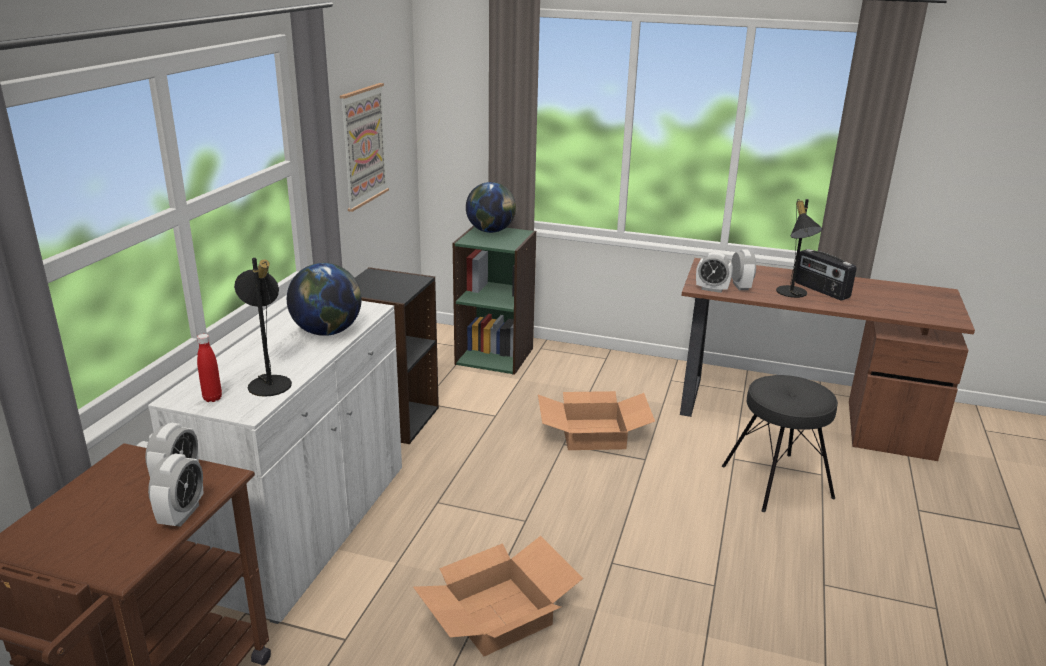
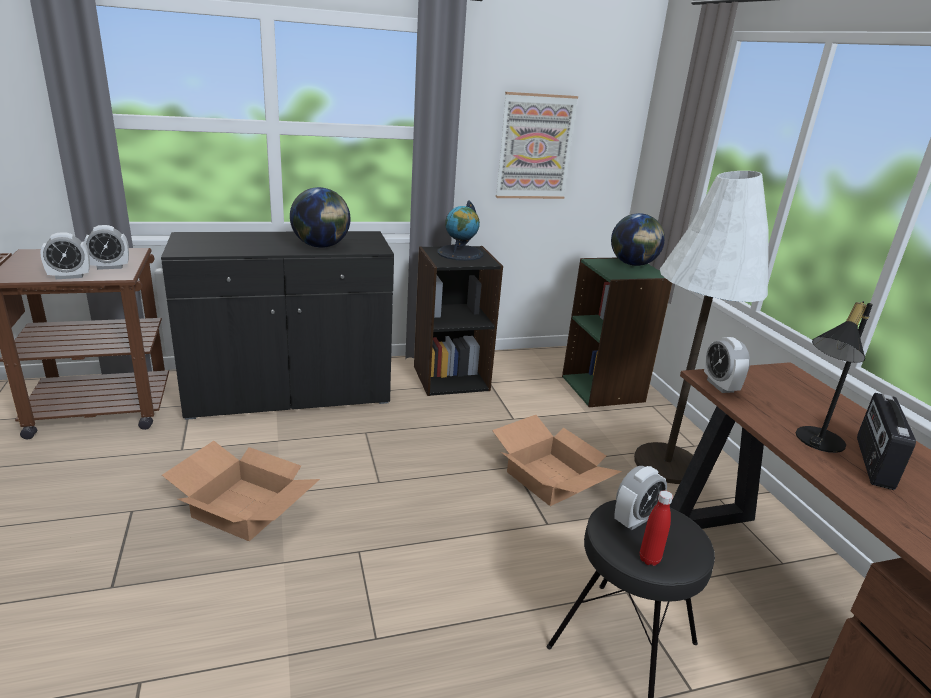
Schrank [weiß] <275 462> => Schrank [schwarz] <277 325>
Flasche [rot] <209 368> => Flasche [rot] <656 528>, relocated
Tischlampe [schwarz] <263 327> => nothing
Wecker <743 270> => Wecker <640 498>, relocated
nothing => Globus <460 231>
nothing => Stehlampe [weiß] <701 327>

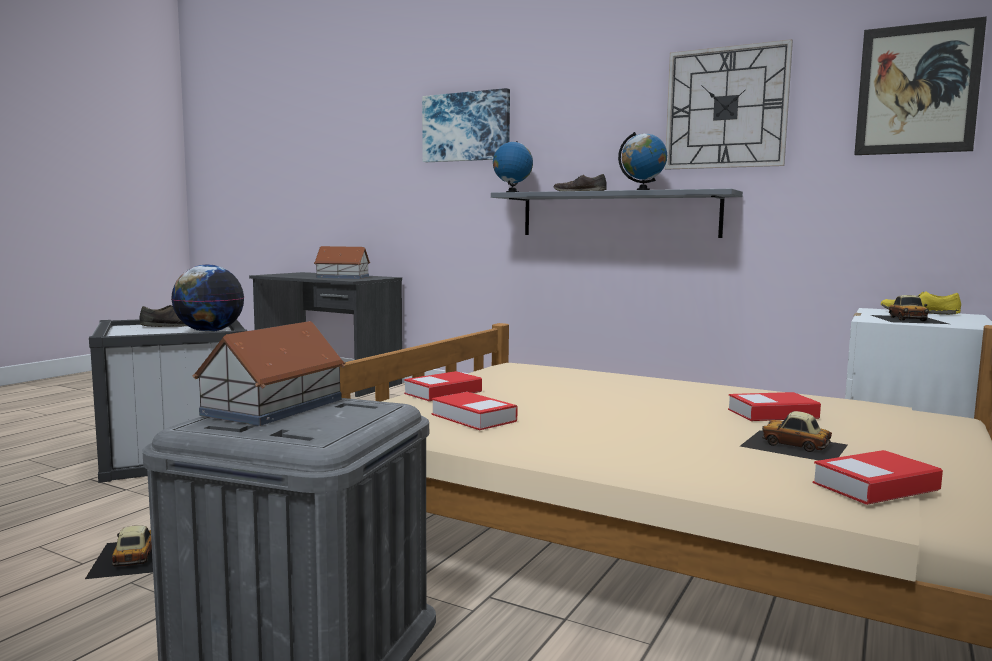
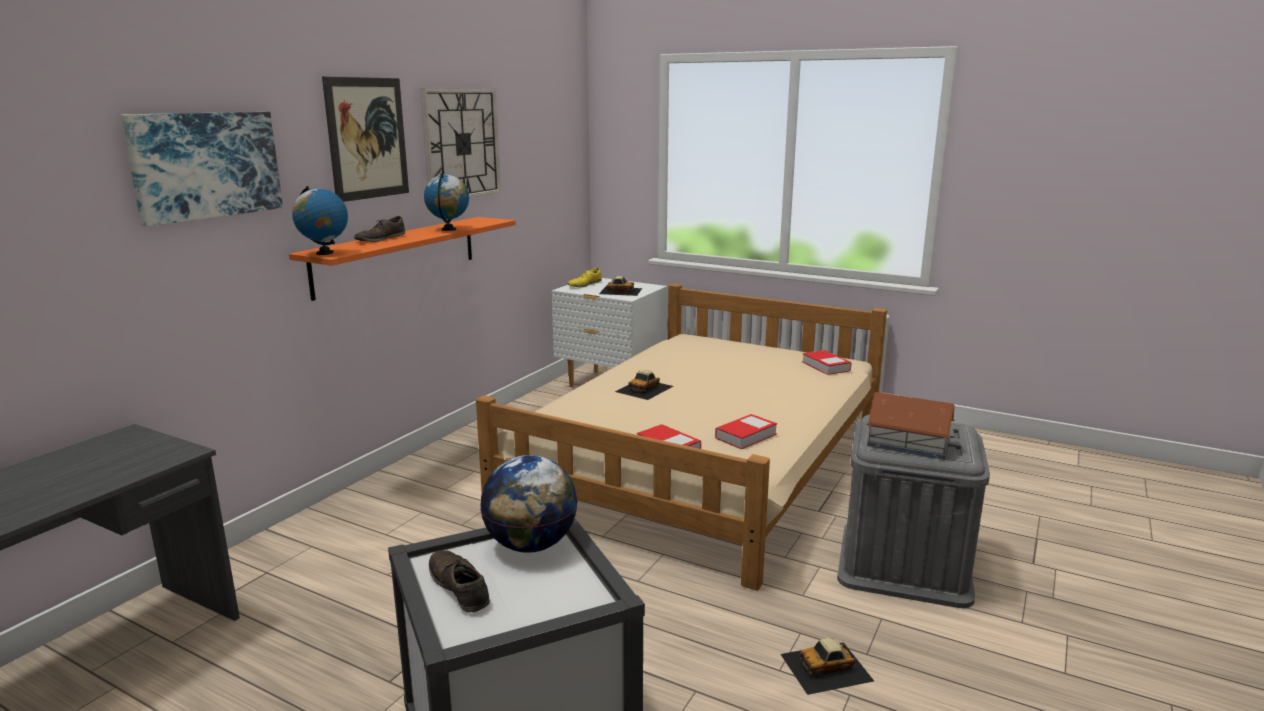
Spielzeughaus <342 262> => nothing
Wandregal [grau] <617 213> => Wandregal [orange] <402 259>
Buch <774 406> => nothing
Spielzeugauto <794 436> => Spielzeugauto <644 385>, relocated
Bild <920 85> => Bild <365 139>, relocated

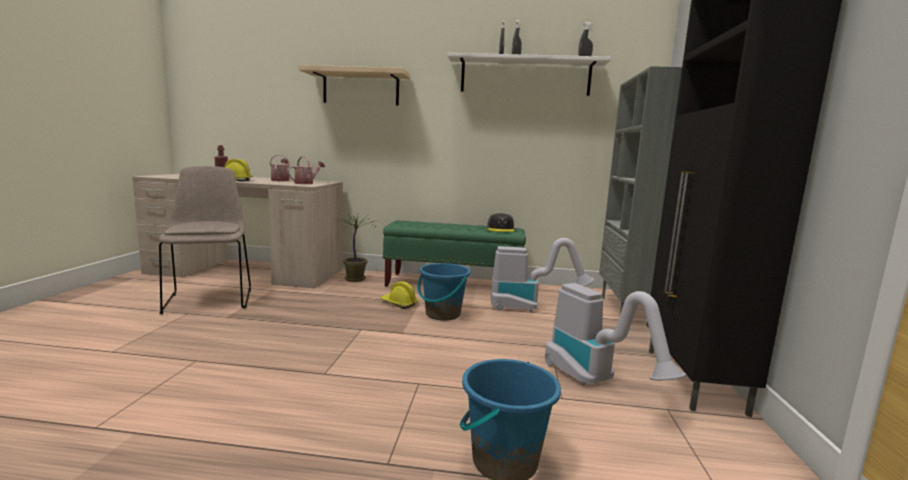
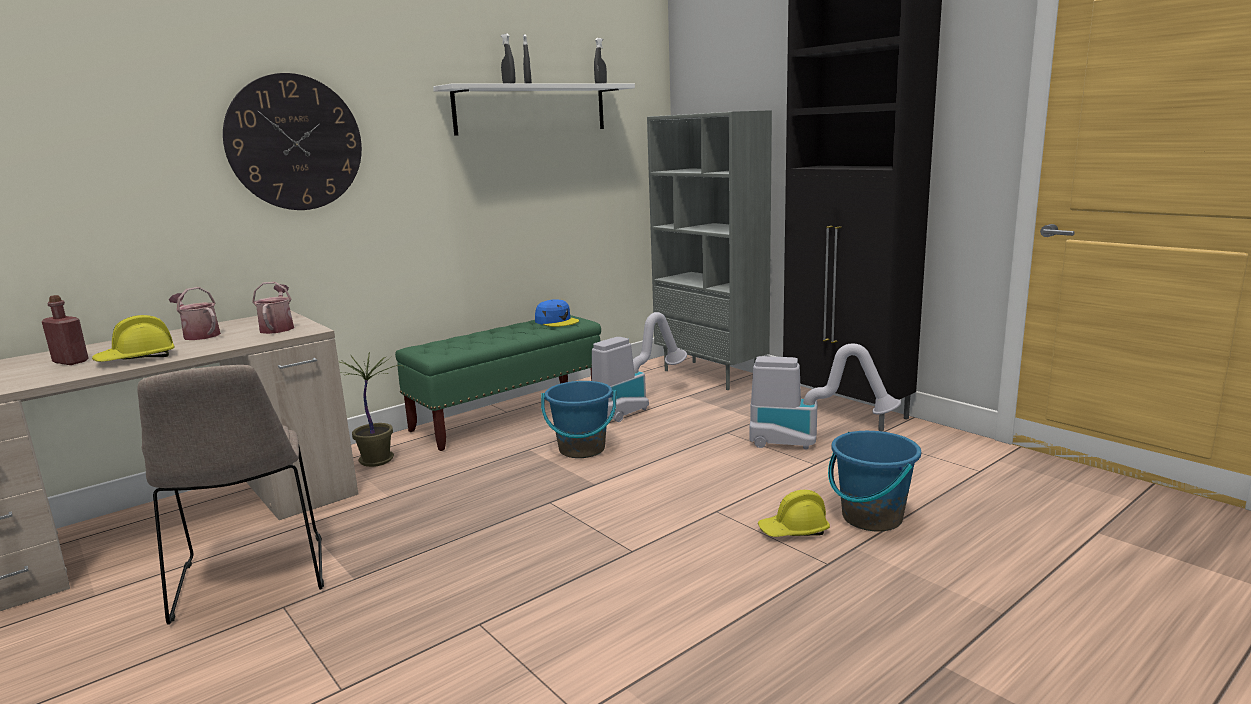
Stuhl [beige] <205 240> => Stuhl [beige] <230 495>, 135 degrees counterclockwise
Wandregal [beige] <354 85> => Wanduhr <292 141>
Schutzhelm [gelb] <399 295> => Schutzhelm [gelb] <794 513>, relocated
Kappe [grau] <501 222> => Kappe [blau] <557 313>

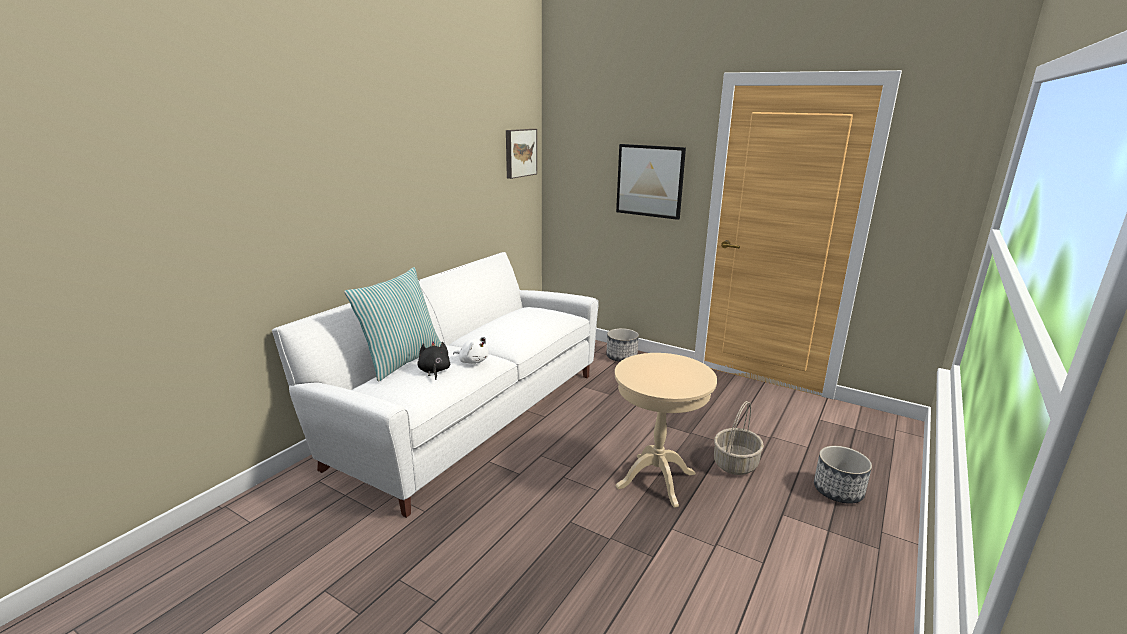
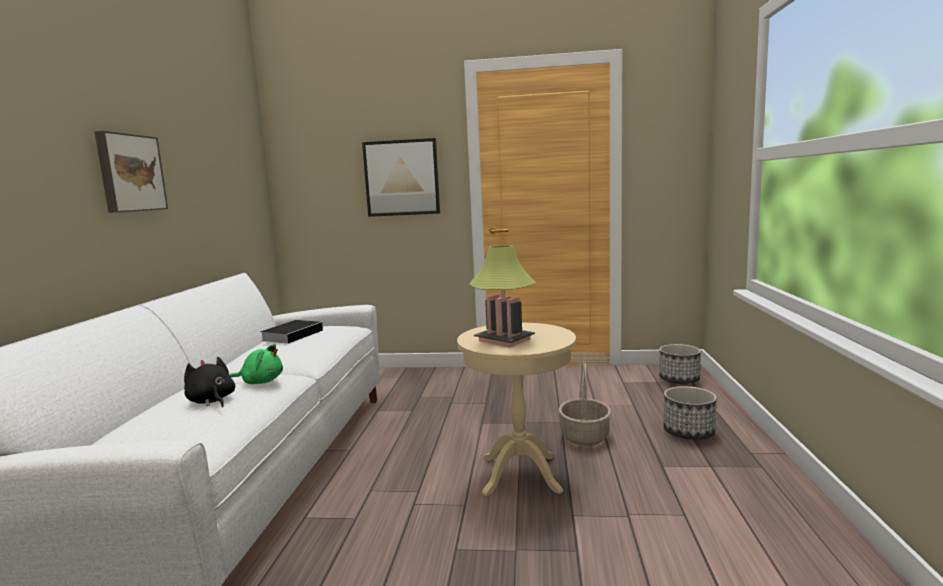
Kissen <392 324> => nothing
Plüschtier [weiß] <471 350> => Plüschtier [grün] <256 364>
Bild <521 154> => Bild <131 172>, relocated
Pflanzkübel <622 345> => Pflanzkübel <680 364>, relocated
nothing => Buch <291 332>
nothing => Tischlampe <502 296>

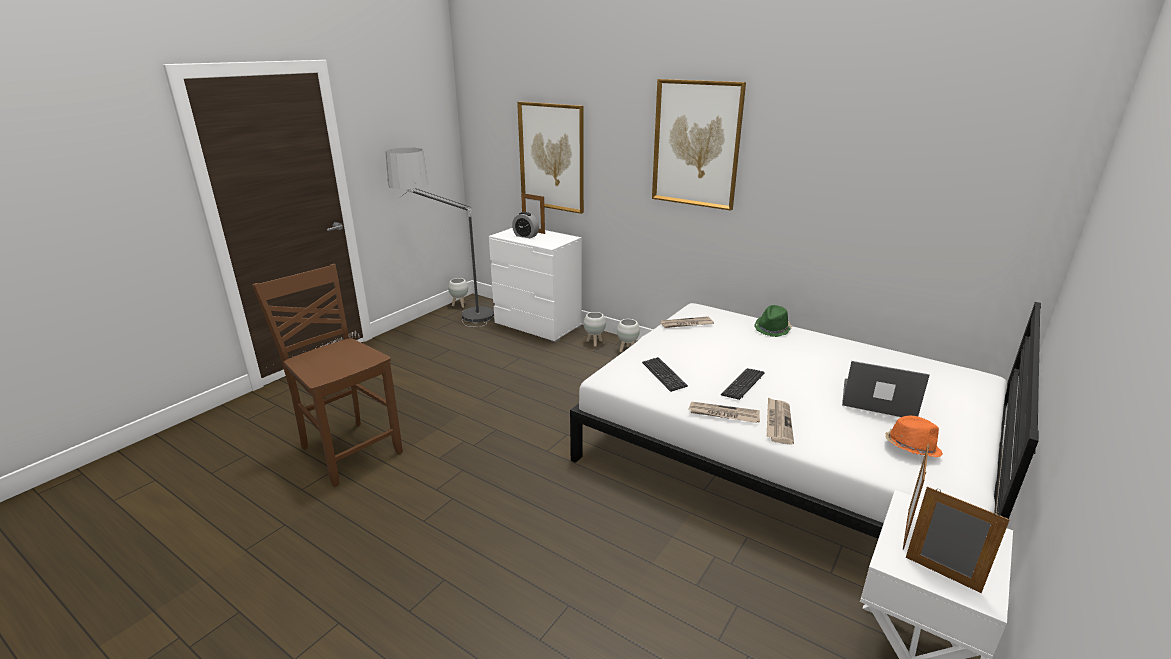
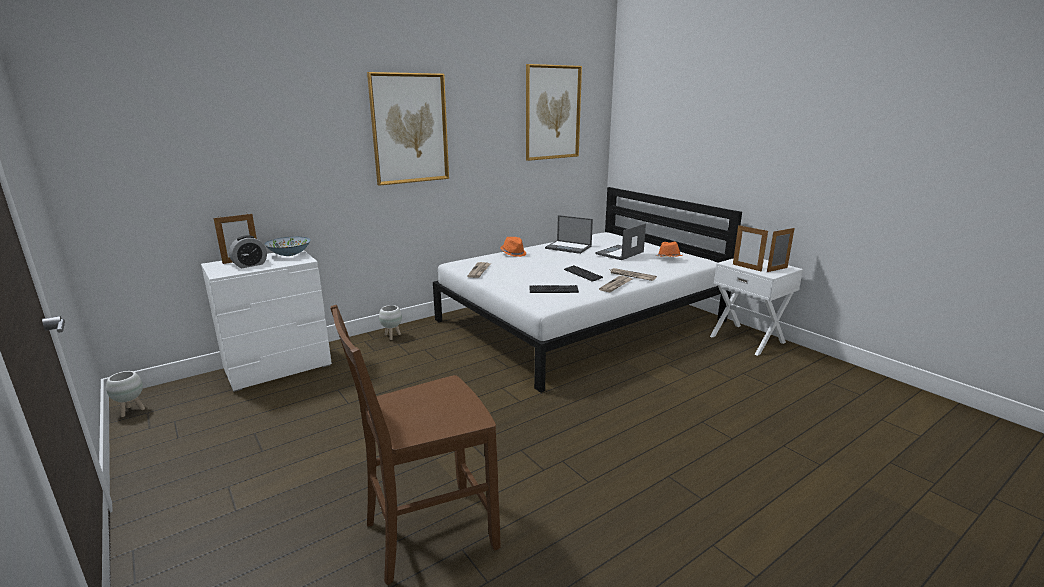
Stehlampe <439 237> => nothing
Bild <550 157> => Bild <554 112>, relocated
Pflanzkübel [weiß] <595 329> => nothing
Hut [grün] <773 321> => Hut [orange] <513 247>
nothing => Schüssel <287 246>
nothing => Laptop <569 234>

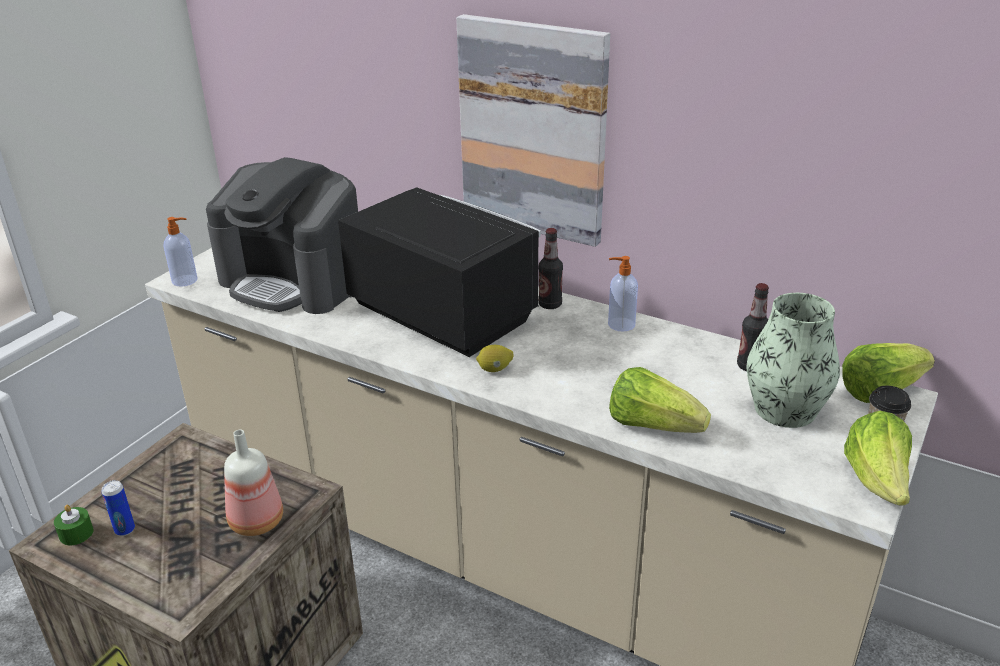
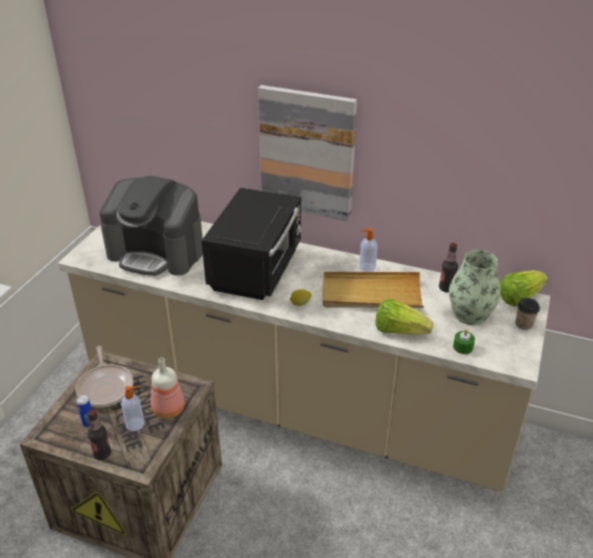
Kerze [grün] <74 525> => Kerze [grün] <464 341>, relocated
Seifenspender <181 252> => Seifenspender <133 408>, relocated
Mikrowelle [schwarz] <439 272> => Mikrowelle [schwarz] <252 244>, 75 degrees clockwise
Flasche <550 268> => Flasche <99 435>, relocated
Salatkopf <878 458> => nothing
nothing => Pfanne <104 377>
nothing => Tablett [beige] <373 290>

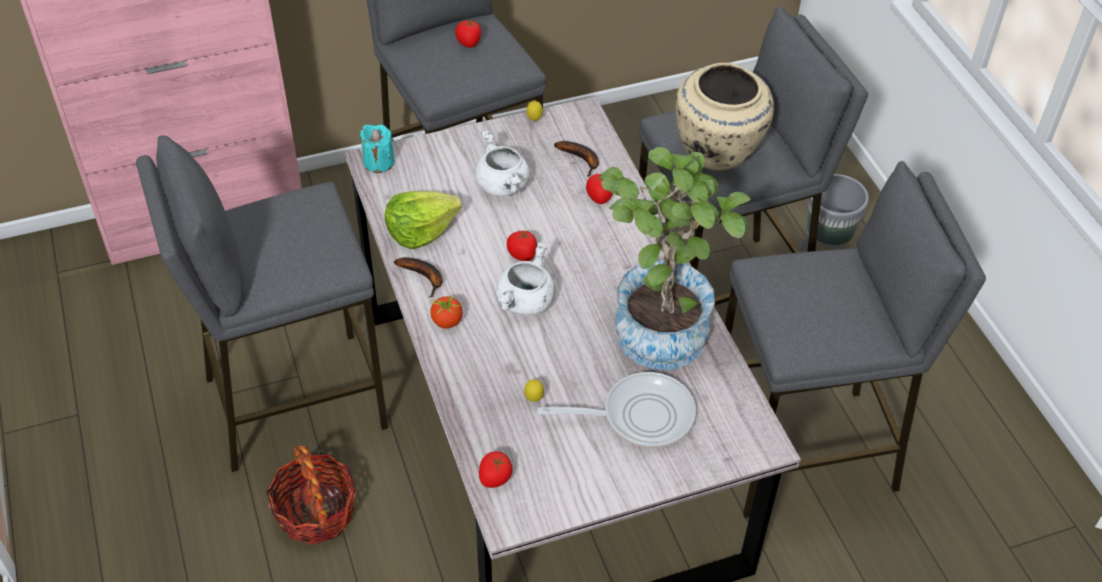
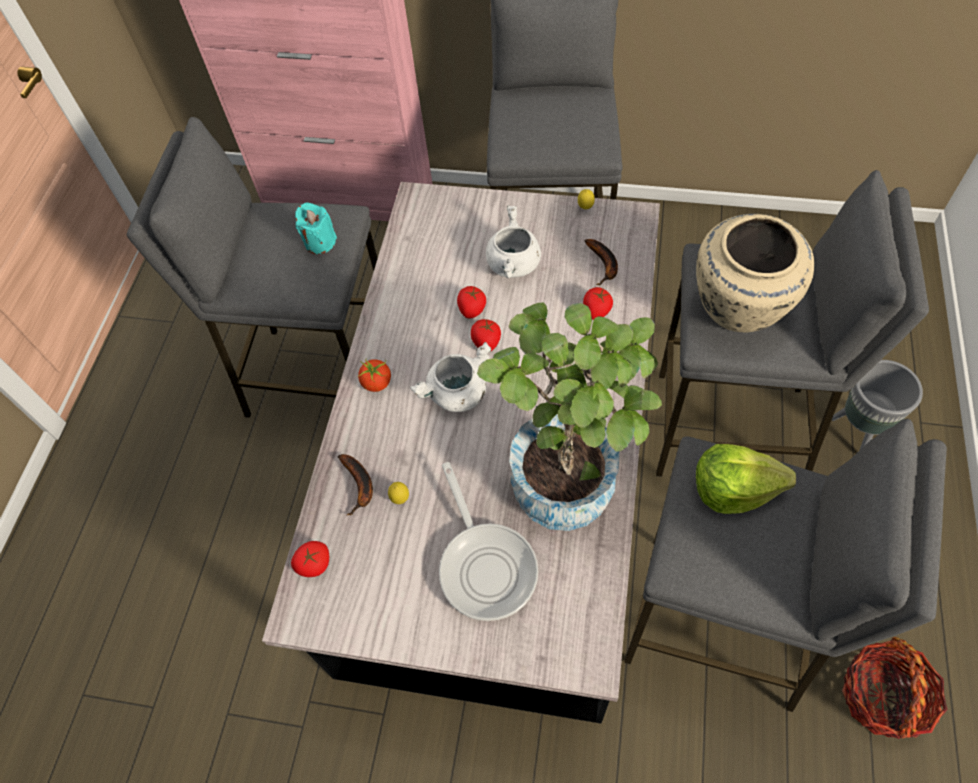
Korb <311 495> => Korb <894 688>, relocated
Kerze [türkis] <377 149> => Kerze [türkis] <316 228>, relocated
Salatkopf <423 220> => Salatkopf <746 479>, relocated
Banane <418 277> => Banane <355 484>, relocated
Tomate <468 34> => Tomate <471 302>, relocated
Pfanne <616 410> => Pfanne <488 541>, 45 degrees clockwise

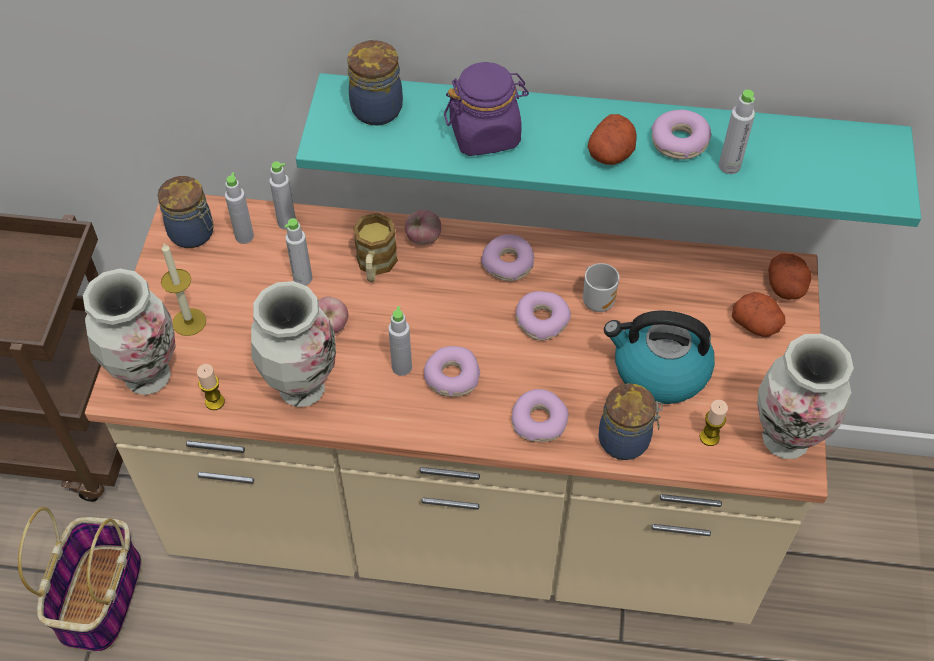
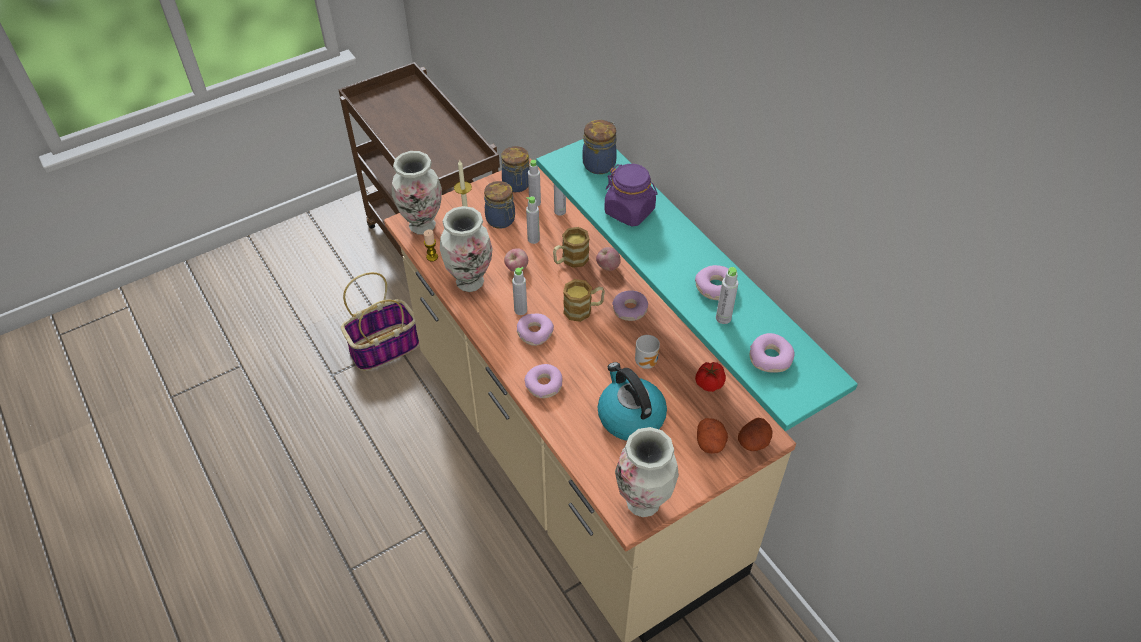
Donut <543 316> => Donut <772 353>, relocated
Kartoffel <612 139> => nothing
Vorratsglas <630 421> => Vorratsglas <499 205>, relocated
Kerze <714 423> => nothing
nothing => Henkelbecher <584 300>
nothing => Tomate <710 377>

